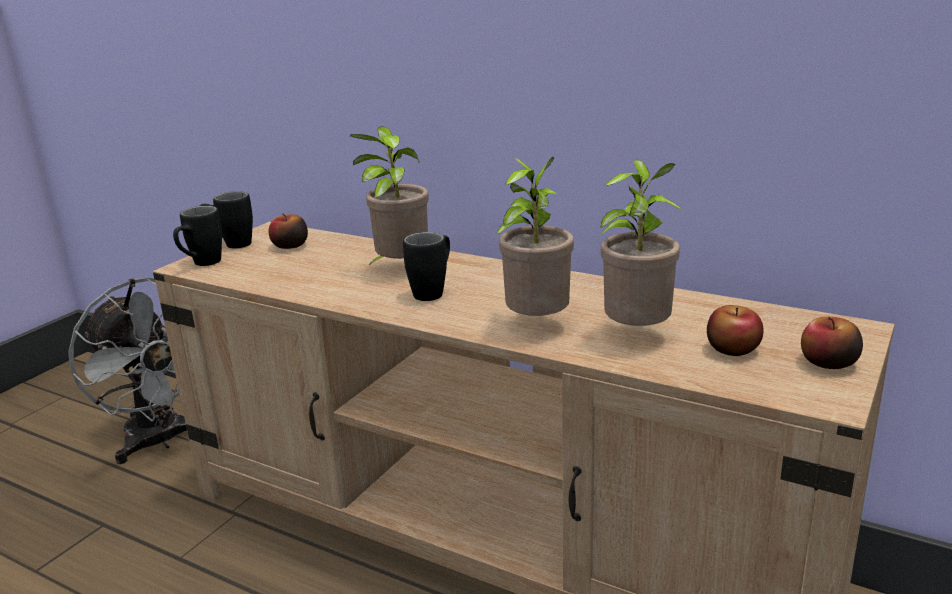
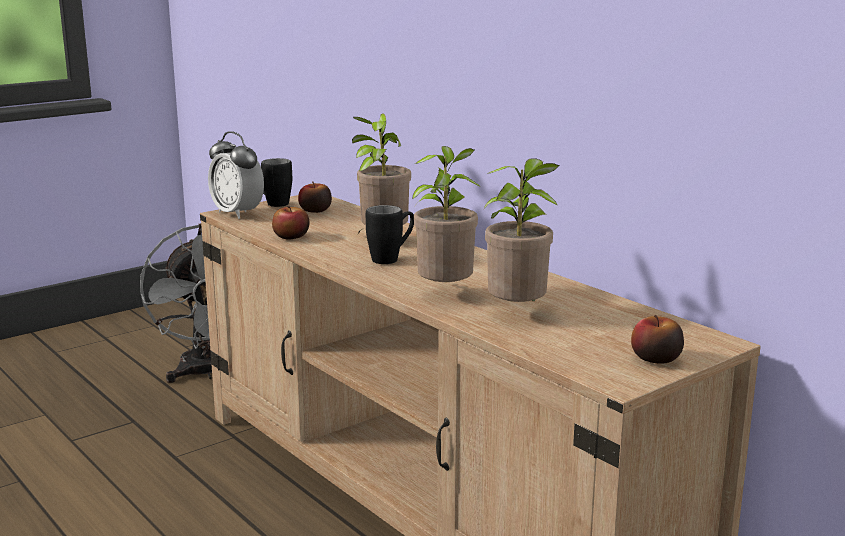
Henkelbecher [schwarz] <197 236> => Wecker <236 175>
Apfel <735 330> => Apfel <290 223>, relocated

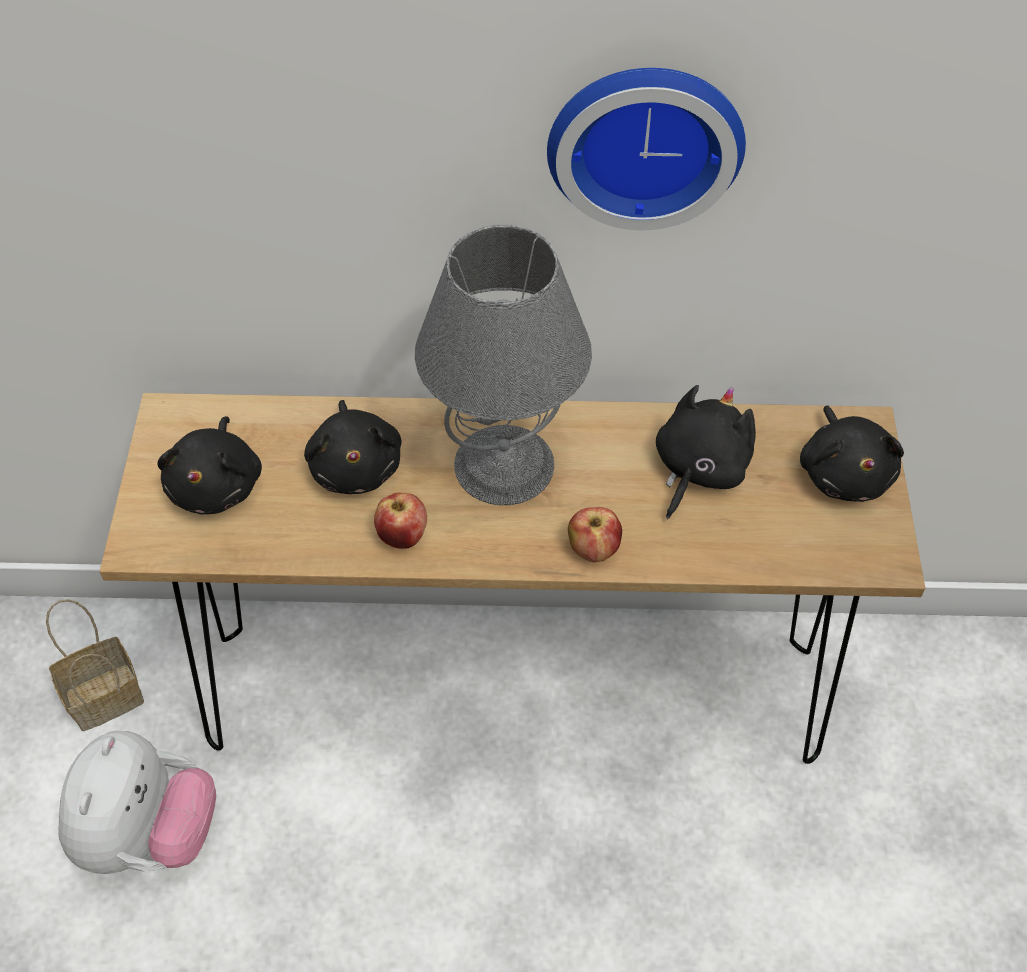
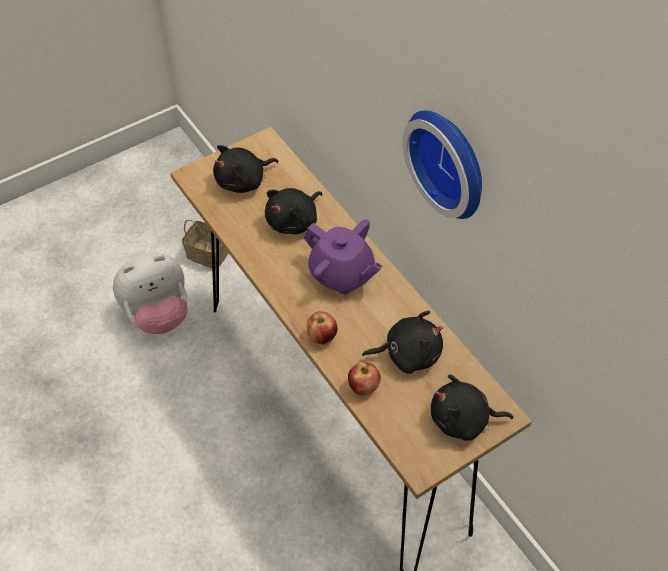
Apfel <400 521> => Apfel <364 378>, relocated
Tischlampe [grau] <503 365> => Teekanne [lila] <343 257>
Plüschtier [schwarz] <852 454> => Plüschtier [schwarz] <472 408>, 45 degrees clockwise

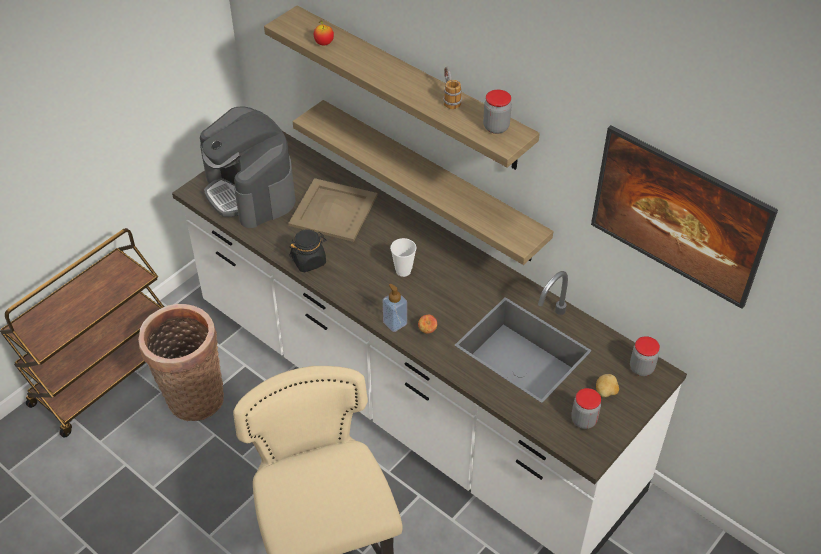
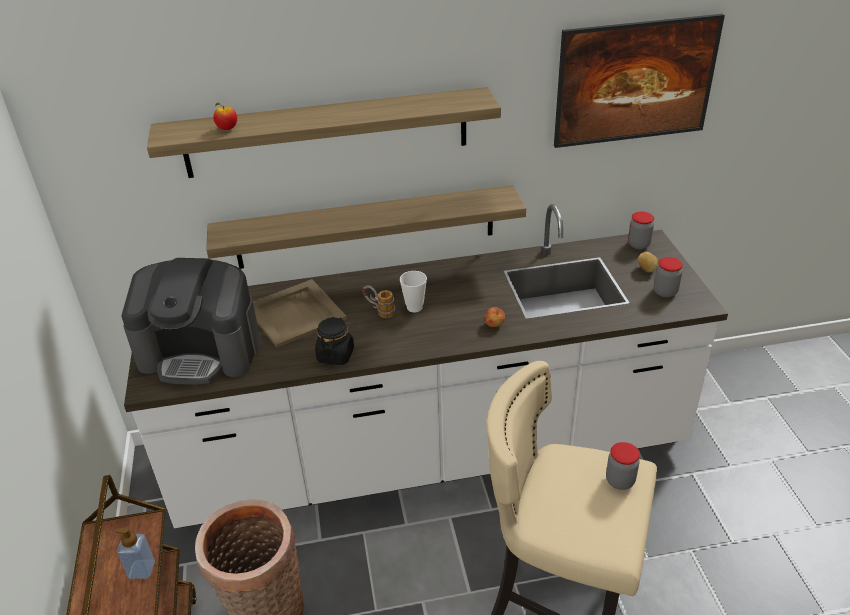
Seifenspender <395 308> => Seifenspender <135 553>, relocated
Henkelbecher <452 88> => Henkelbecher <378 302>, relocated
Vorratsglas <497 112> => Vorratsglas <623 466>, relocated

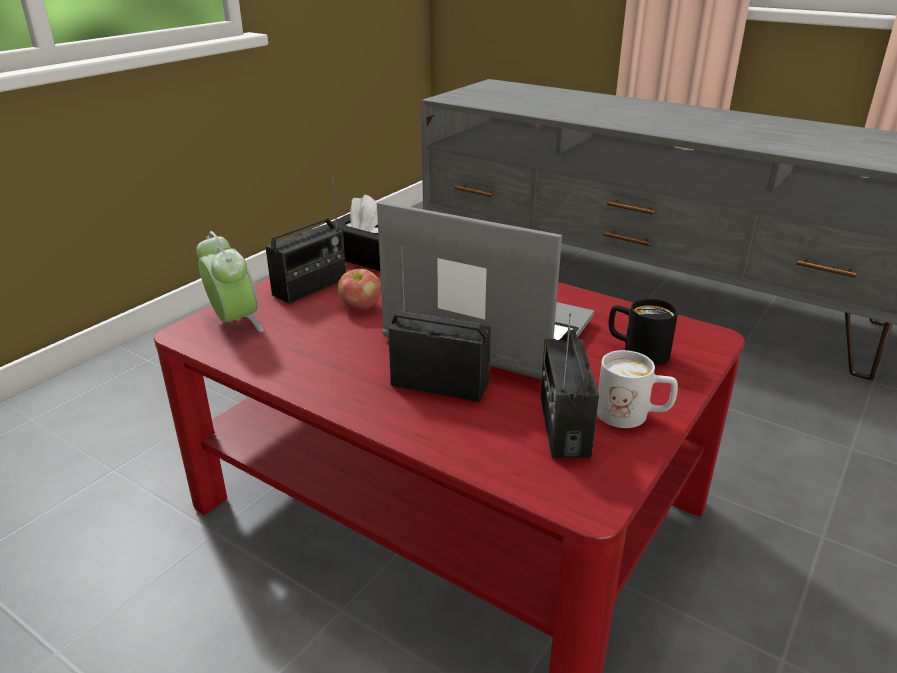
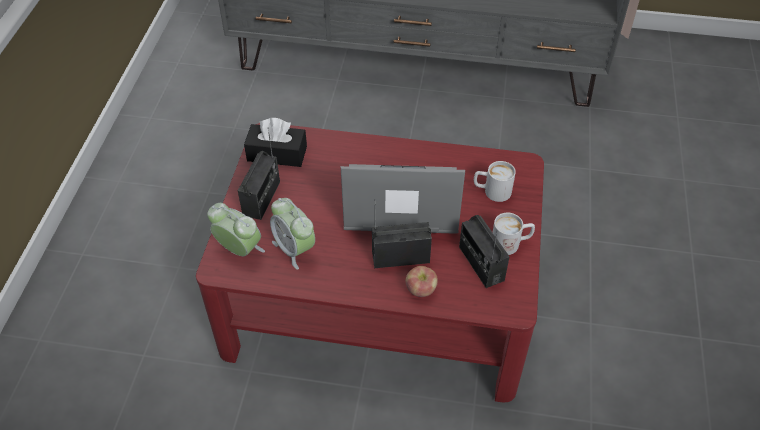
Apfel <359 289> => Apfel <422 281>, relocated
Henkelbecher [schwarz] <643 332> => Henkelbecher [weiß] <495 181>
nothing => Wecker <292 234>

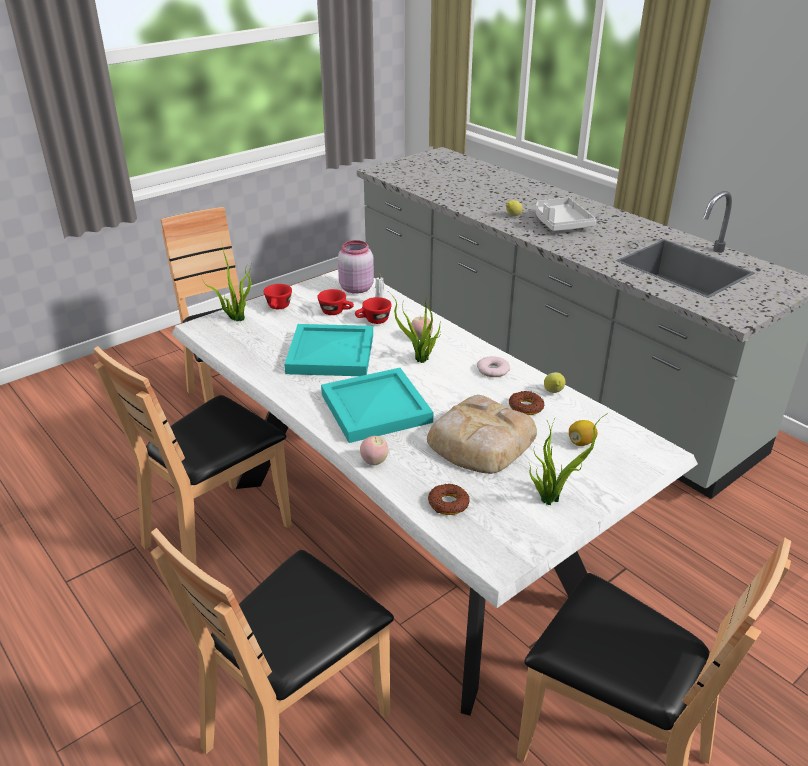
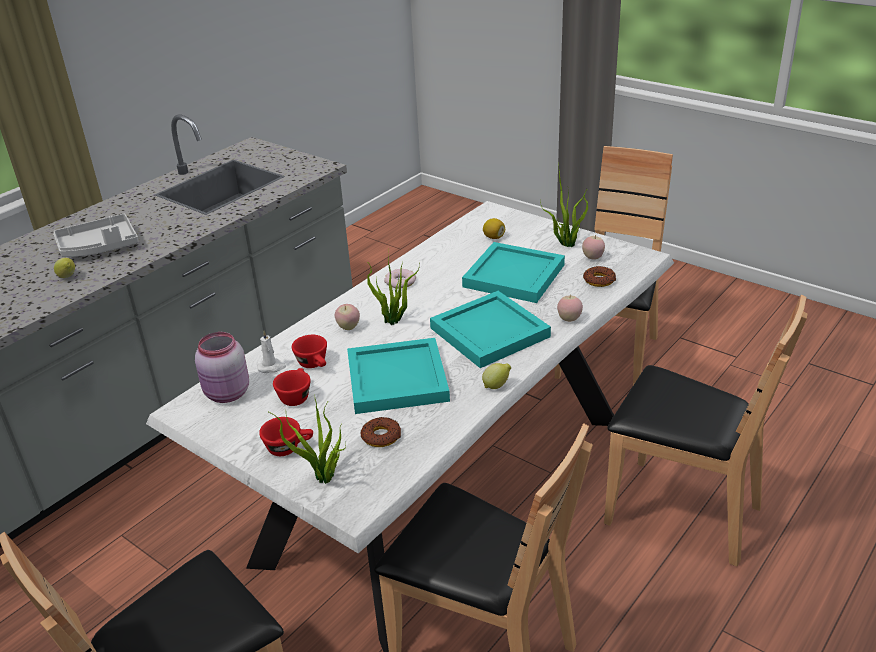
Brot <482 434> => Tablett [türkis] <513 272>
Donut <526 403> => Donut <380 432>, relocated
Zitrone <555 382> => Zitrone <496 376>, relocated
nothing => Apfel <593 247>

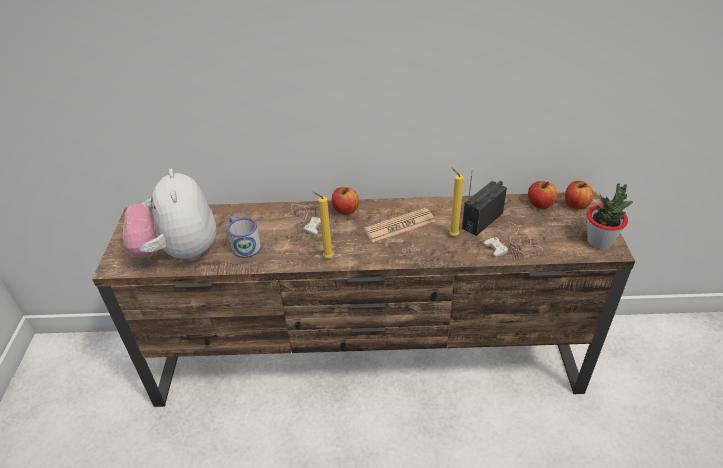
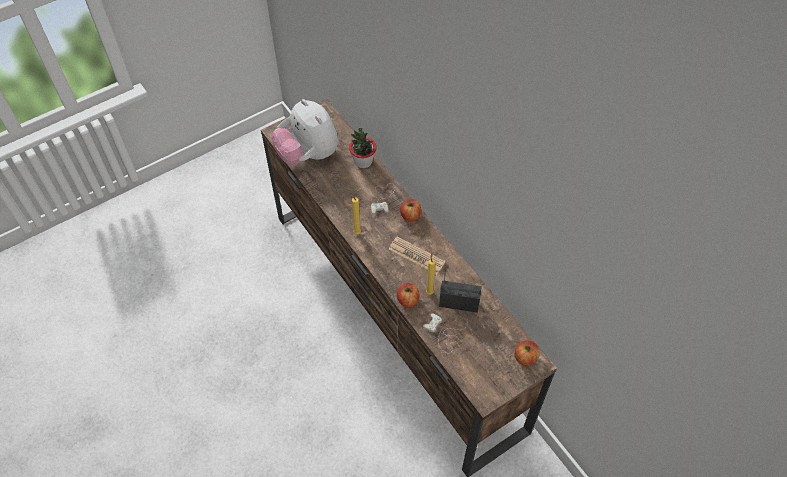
Plüschtier <170 215> => Plüschtier <305 132>, 75 degrees counterclockwise
Henkelbecher <244 237> => nothing
Apfel <542 195> => Apfel <408 295>, relocated
Topfpflanze <610 216> => Topfpflanze <363 148>, relocated

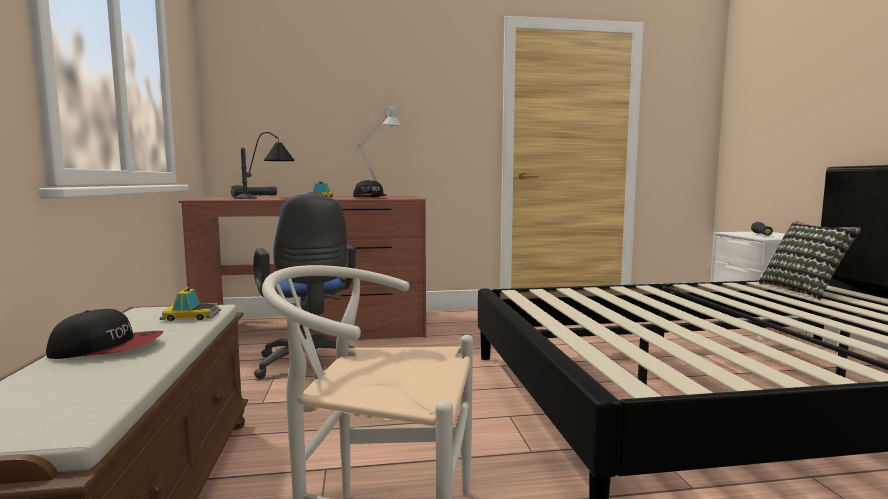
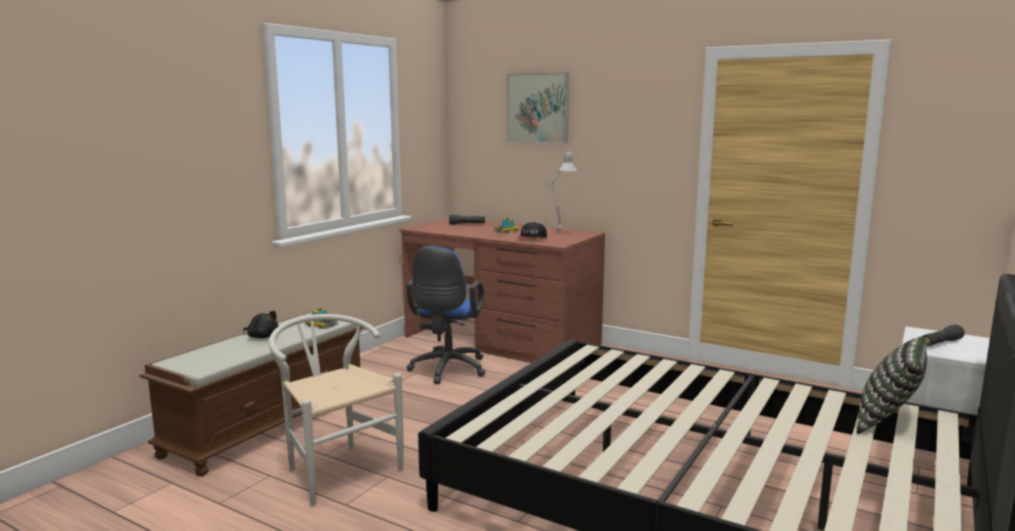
Kappe <104 334> => Plüschtier [schwarz] <261 324>
Tischlampe <264 165> => nothing
nothing => Bild <538 108>

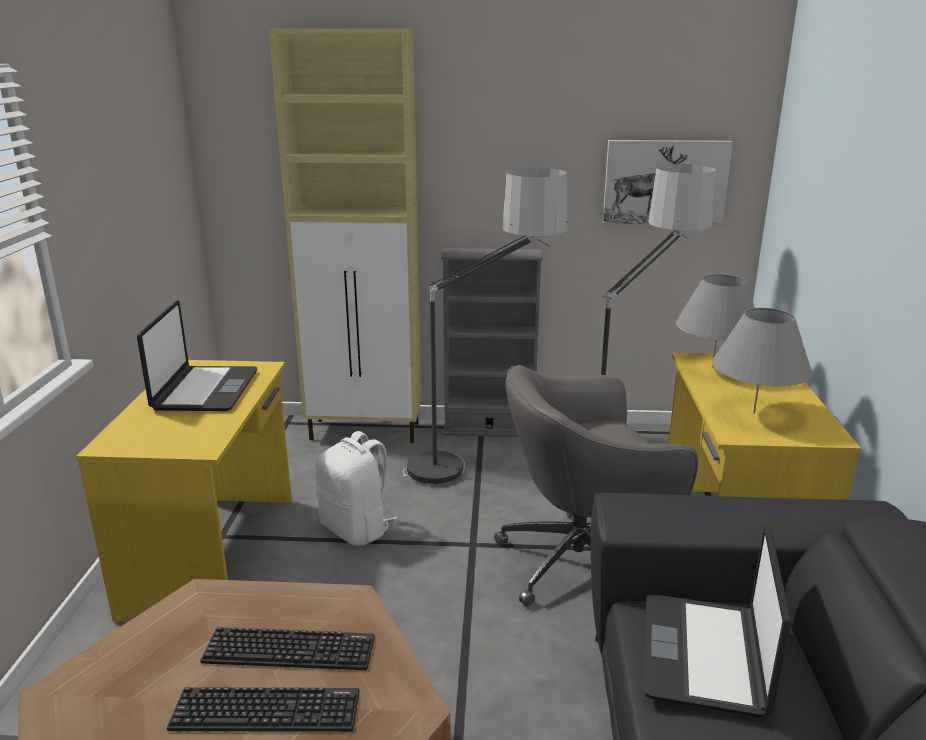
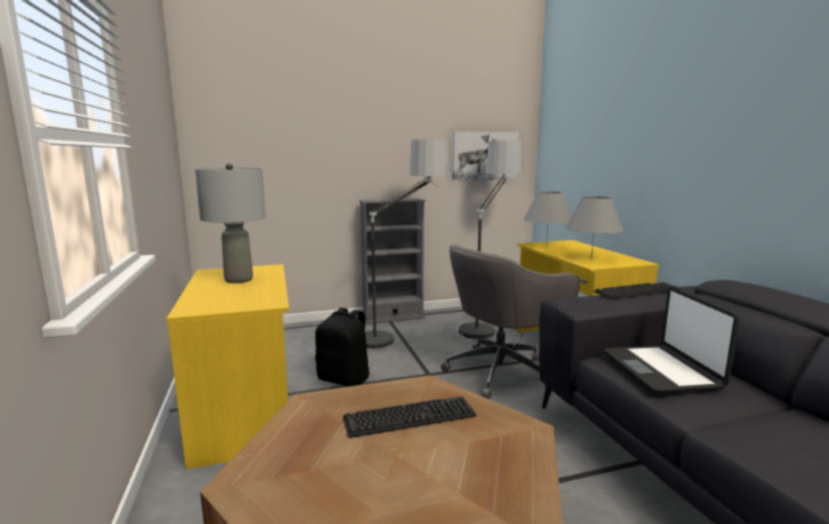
Laptop <197 356> => Tischlampe [grau] <230 223>
Tastatur <263 709> => Tastatur <637 290>, relocated
Schrank [beige] <345 236> => nothing
Rucksack [weiß] <356 488> => Rucksack [schwarz] <342 347>

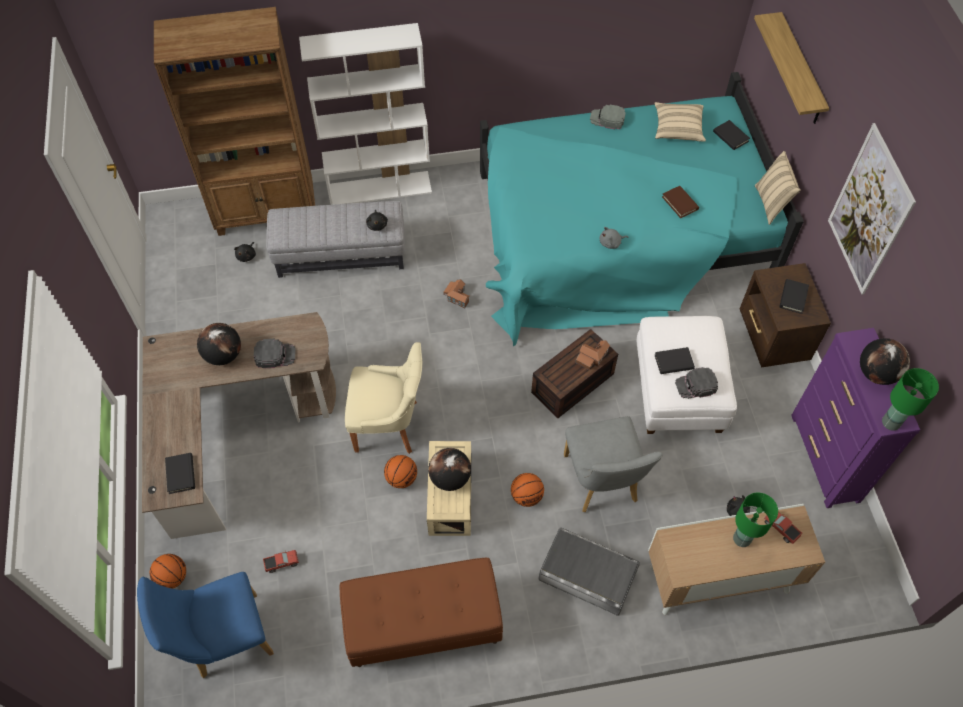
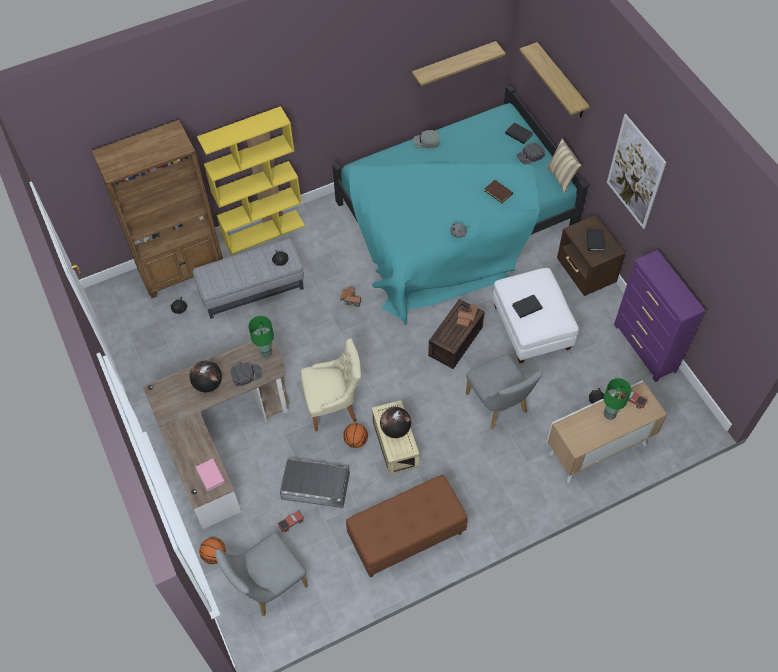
Stuhl [blau] <205 625> => Stuhl [grau] <261 574>
Buch [schwarz] <180 473> => Buch [rosa] <210 475>
Bücherregal [weiß] <365 114> => Bücherregal [gelb] <251 180>
Basketball <527 490> => nothing
Aufbewahrungsbox [grau] <589 572> => Aufbewahrungsbox [grau] <315 483>, relocated
Kissen [beige] <680 122> => nothing
Kappe [schwarz] <696 383> => Kappe [schwarz] <531 153>, relocated
Globus <885 361> => nothing
Tischlampe [grün] <910 399> => Tischlampe [grün] <261 337>, relocated
nothing => Wandregal <459 63>

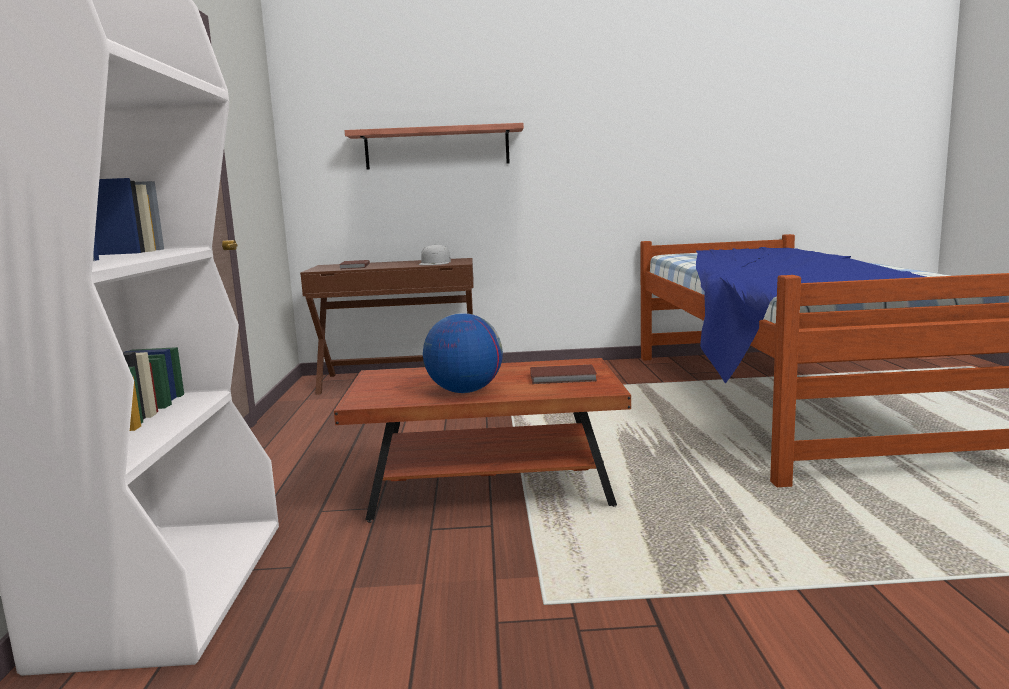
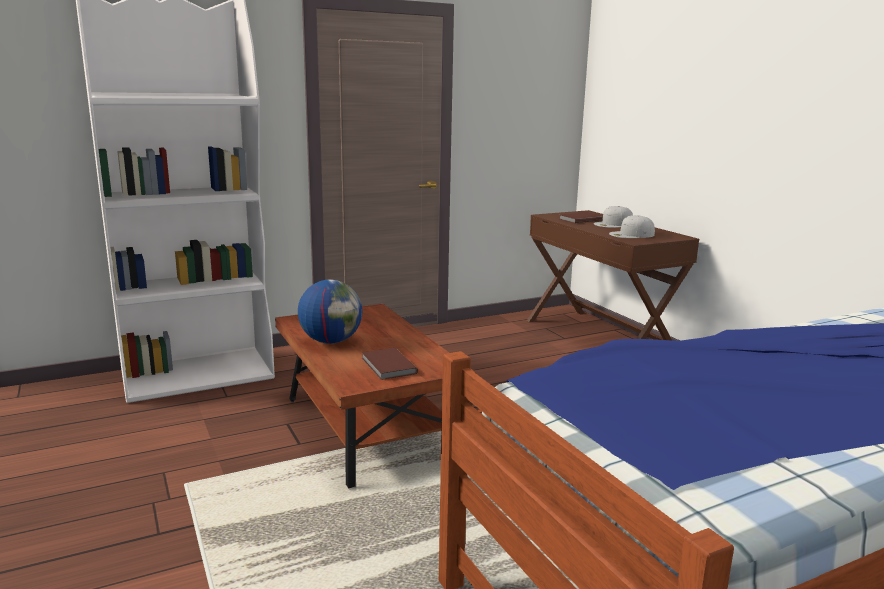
Wandregal <434 146> => nothing
nothing => Kappe [weiß] <613 217>

